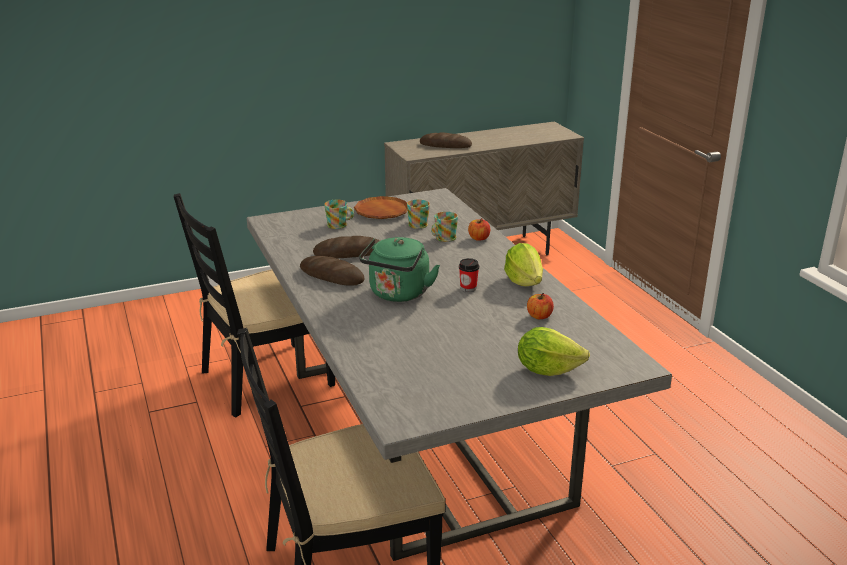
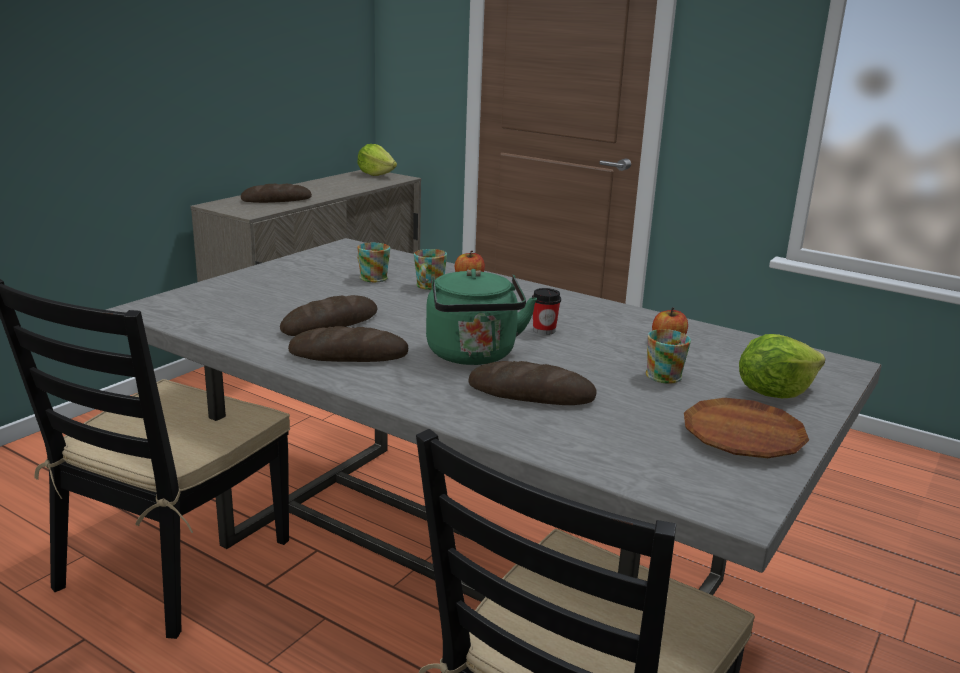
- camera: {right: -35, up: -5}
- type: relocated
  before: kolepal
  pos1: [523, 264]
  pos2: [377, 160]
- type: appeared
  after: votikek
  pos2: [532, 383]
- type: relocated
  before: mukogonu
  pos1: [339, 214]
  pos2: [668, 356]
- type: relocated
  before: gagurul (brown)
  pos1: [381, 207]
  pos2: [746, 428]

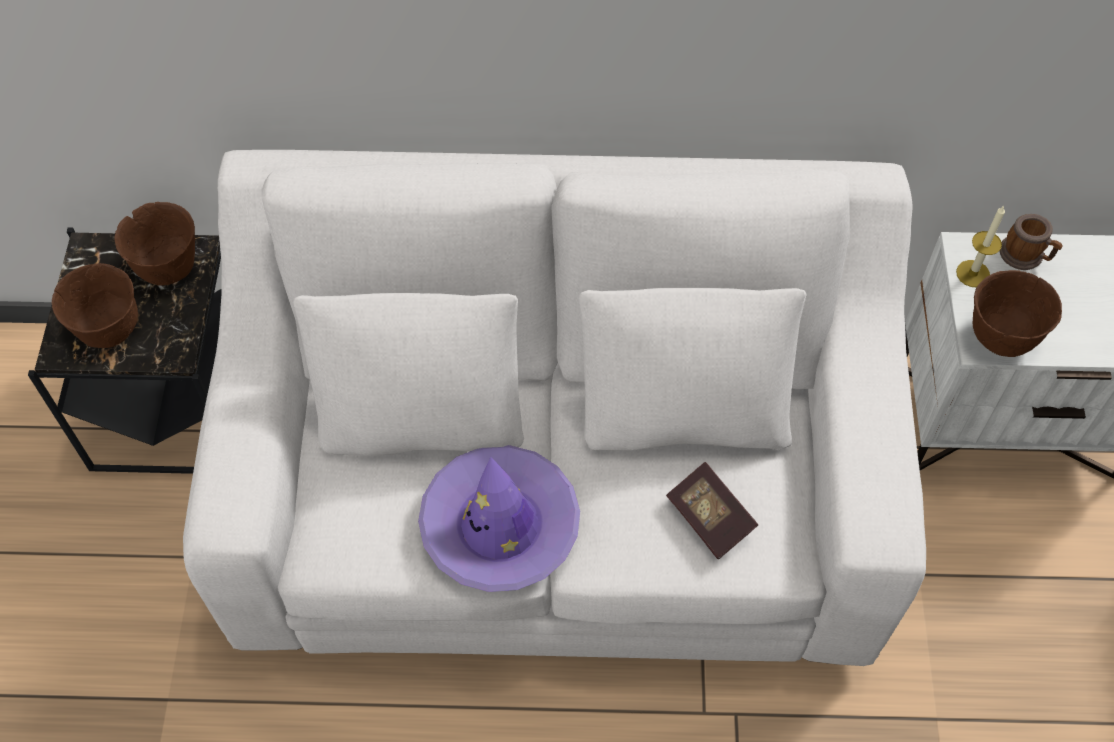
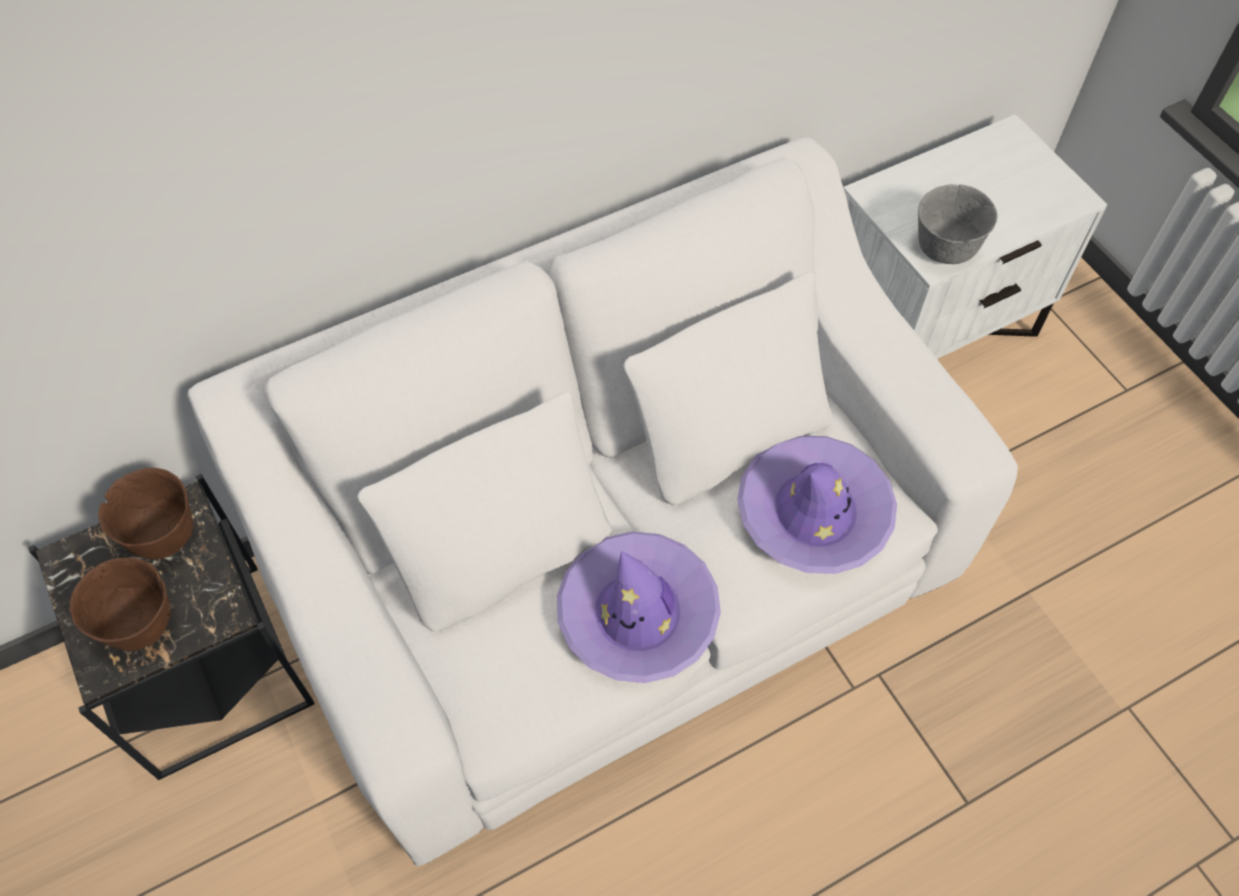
- camera: {right: -30, up: 0}
- type: exchanged
  before: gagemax
  after: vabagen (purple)
  pos1: [712, 510]
  pos2: [817, 505]
- type: colour
  before: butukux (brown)
  after: butukux (grey)
  pos1: [1017, 313]
  pos2: [957, 224]
- type: missing
  before: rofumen
  pos1: [980, 246]
- type: missing
  before: mukogonu
  pos1: [1031, 242]

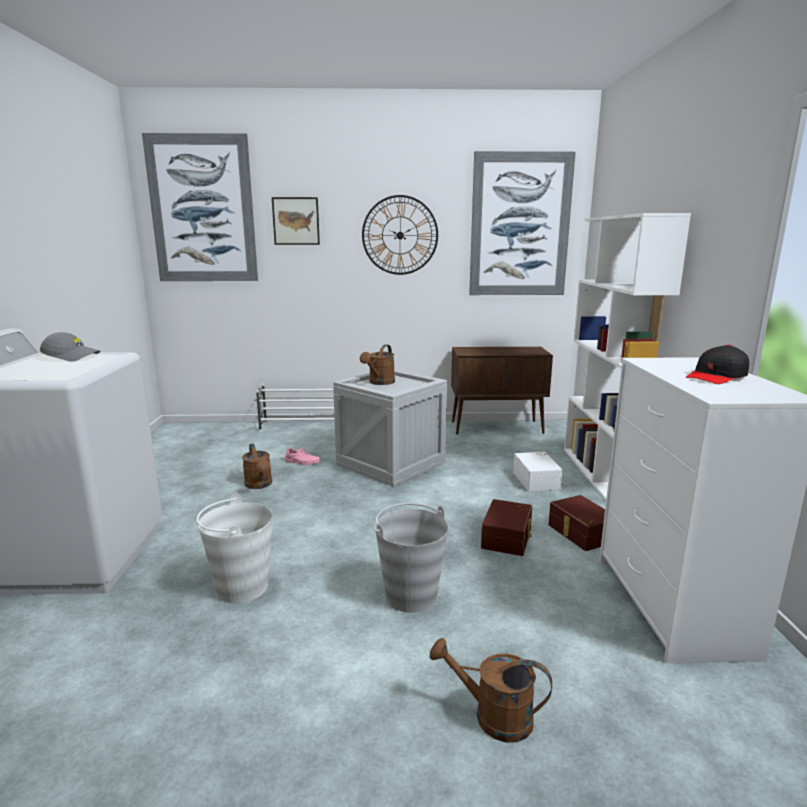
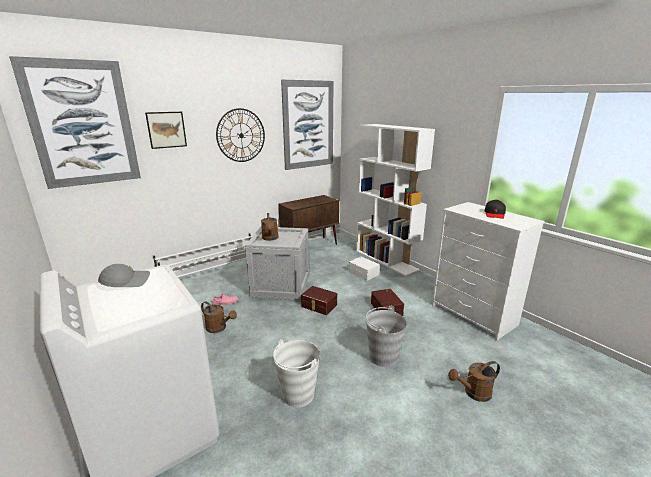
- camera: {right: -35, up: 5}
- type: relocated
  before: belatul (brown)
  pos1: [576, 523]
  pos2: [319, 300]

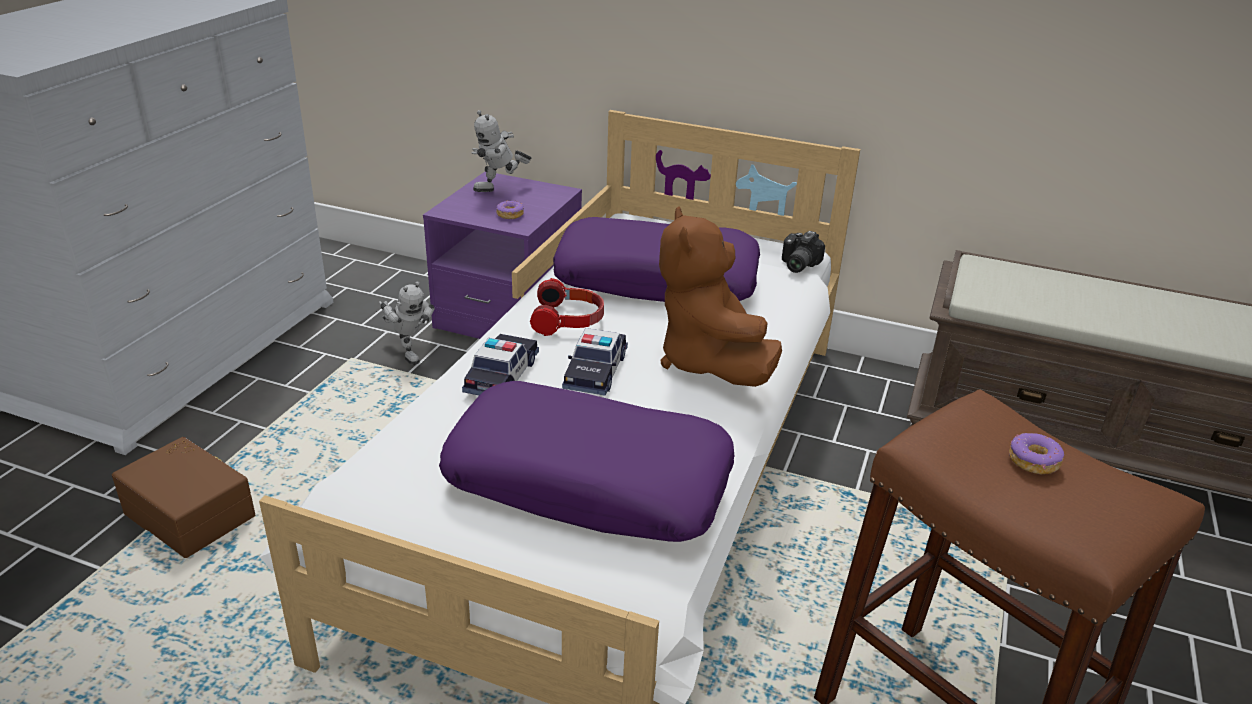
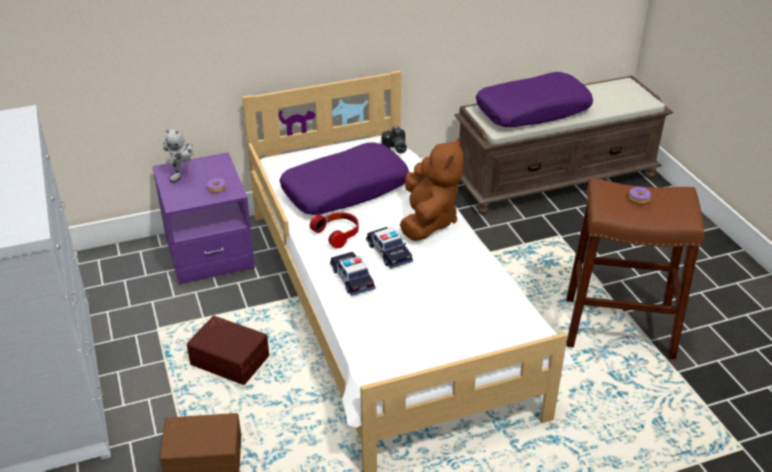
- camera: {right: -40, up: 5}
- type: appeared
  after: belatul (brown)
  pos2: [228, 350]
- type: spun
  before: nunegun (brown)
  pos1: [720, 296]
  pos2: [432, 189]
  turn: -120
- type: relocated
  before: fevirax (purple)
  pos1: [586, 461]
  pos2: [534, 99]
- type: missing
  before: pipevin
  pos1: [407, 323]

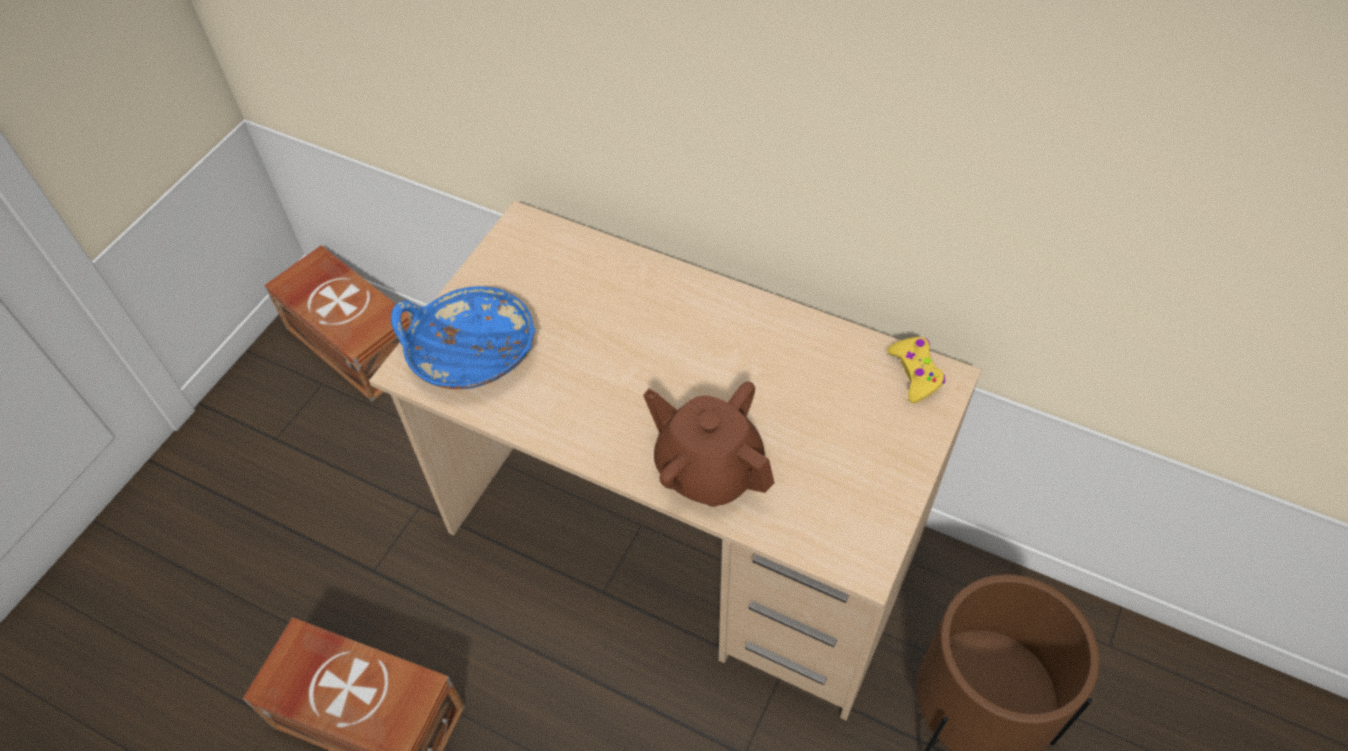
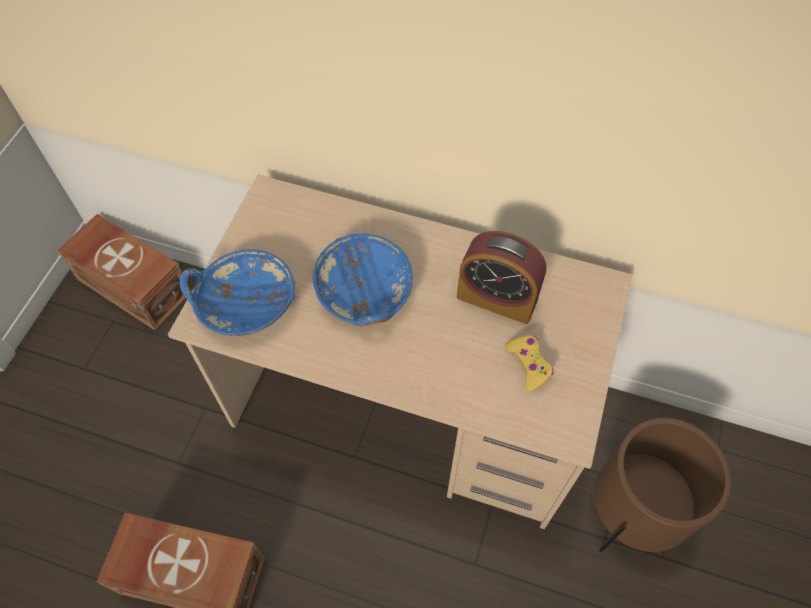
- camera: {right: -10, up: 5}
- type: appeared
  after: butukux (blue)
  pos2: [363, 280]
- type: appeared
  after: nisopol
  pos2: [502, 277]
- type: relocated
  before: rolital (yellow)
  pos1: [916, 370]
  pos2: [529, 363]
- type: missing
  before: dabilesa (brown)
  pos1: [709, 444]

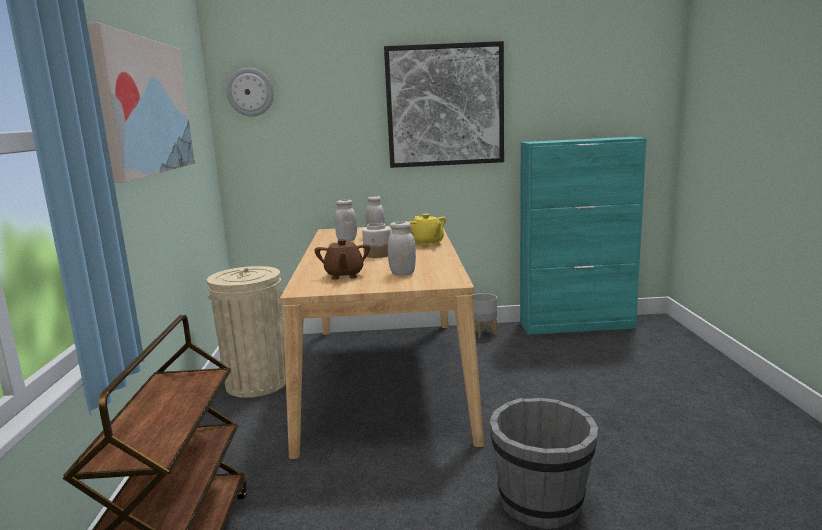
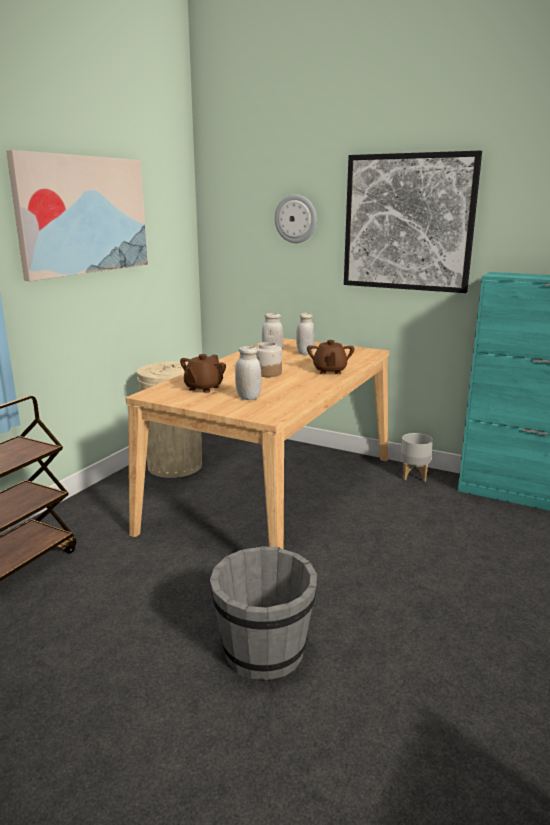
- camera: {right: 30, up: 5}
- type: relocated
  before: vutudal
  pos1: [250, 92]
  pos2: [295, 218]
- type: colour
  before: dabilesa (yellow)
  after: dabilesa (brown)
  pos1: [427, 230]
  pos2: [331, 357]

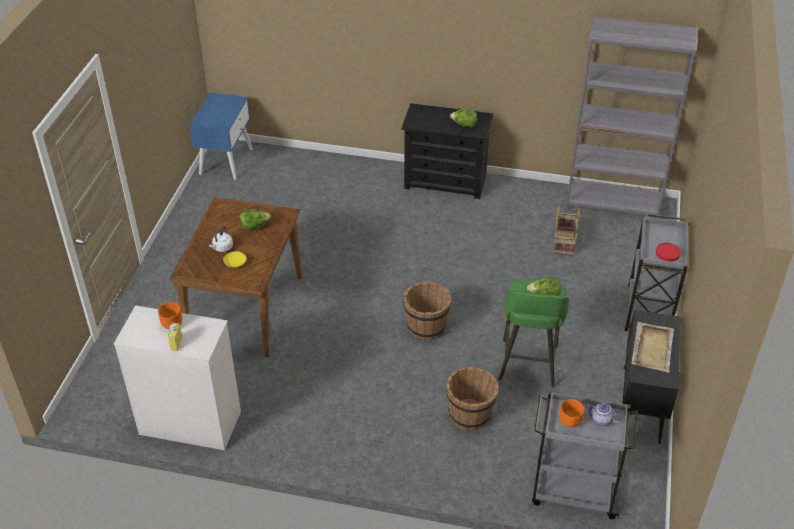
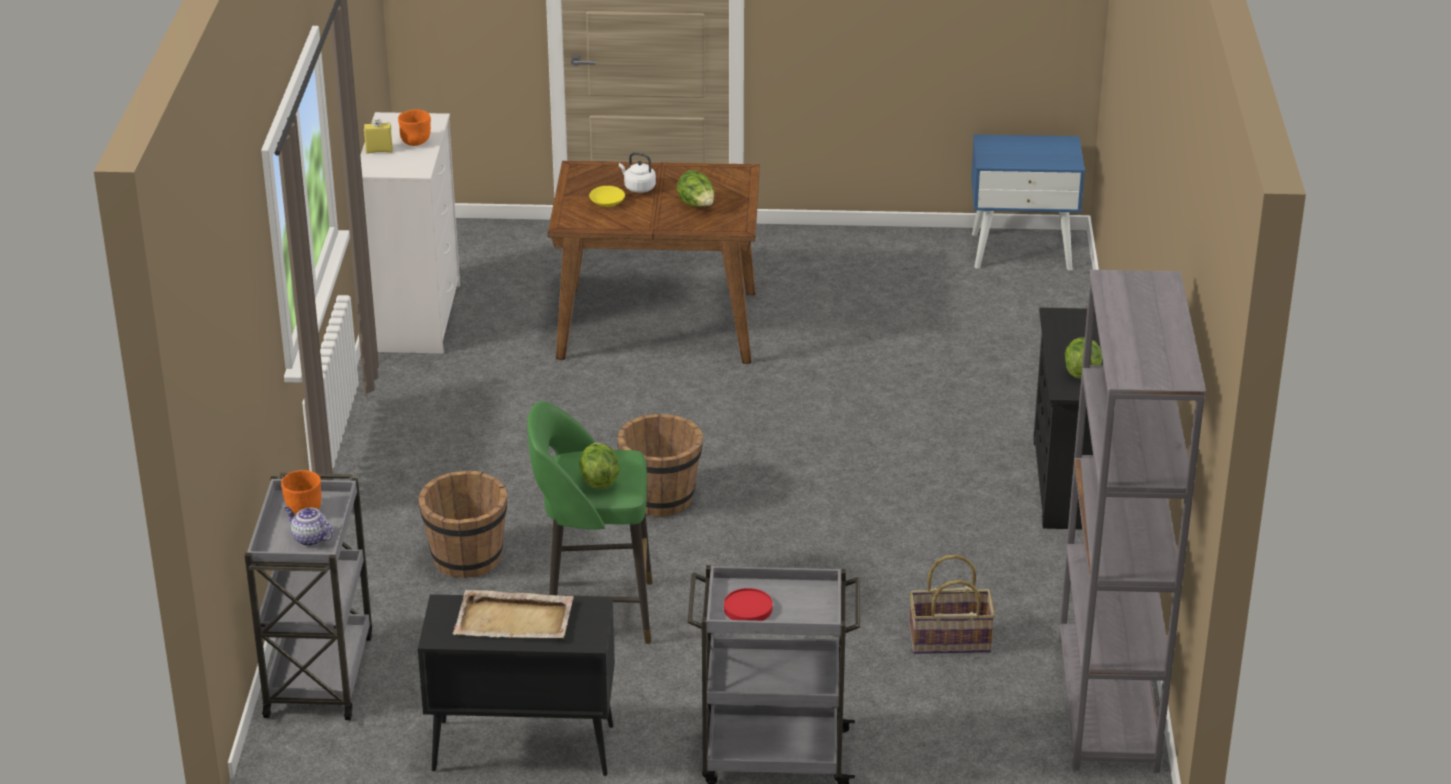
- camera: {right: 80, up: -10}
- type: spun
  before: dabilesa
  pos1: [603, 414]
  pos2: [309, 526]
  turn: -75

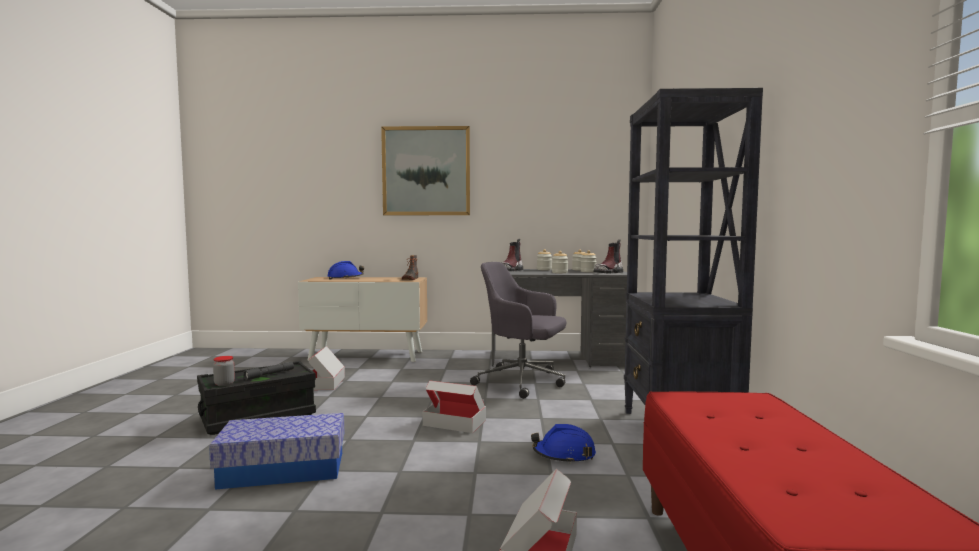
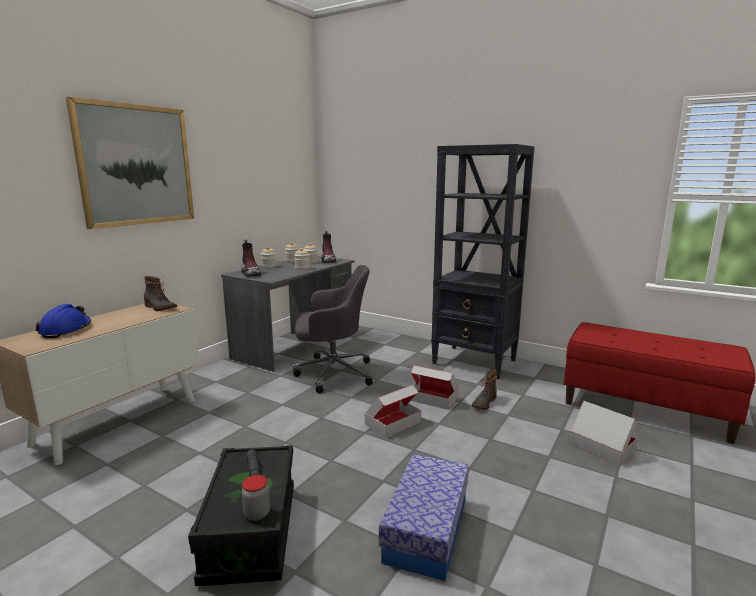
- camera: {right: -60, up: 10}
- type: spun
  before: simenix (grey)
  pos1: [518, 330]
  pos2: [333, 329]
  turn: -150
- type: relocated
  before: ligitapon
  pos1: [326, 368]
  pos2: [435, 387]
- type: exchanged
  before: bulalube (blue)
  after: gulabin
  pos1: [563, 444]
  pos2: [484, 390]

